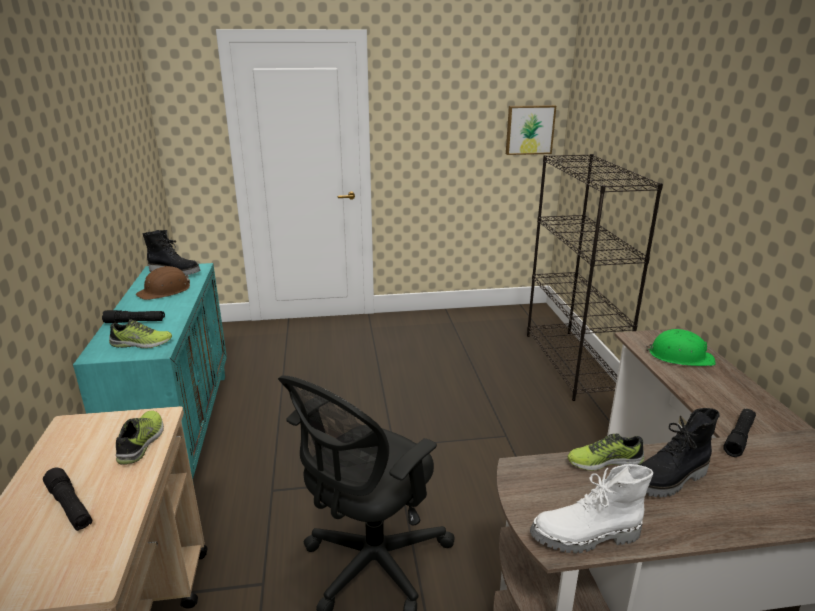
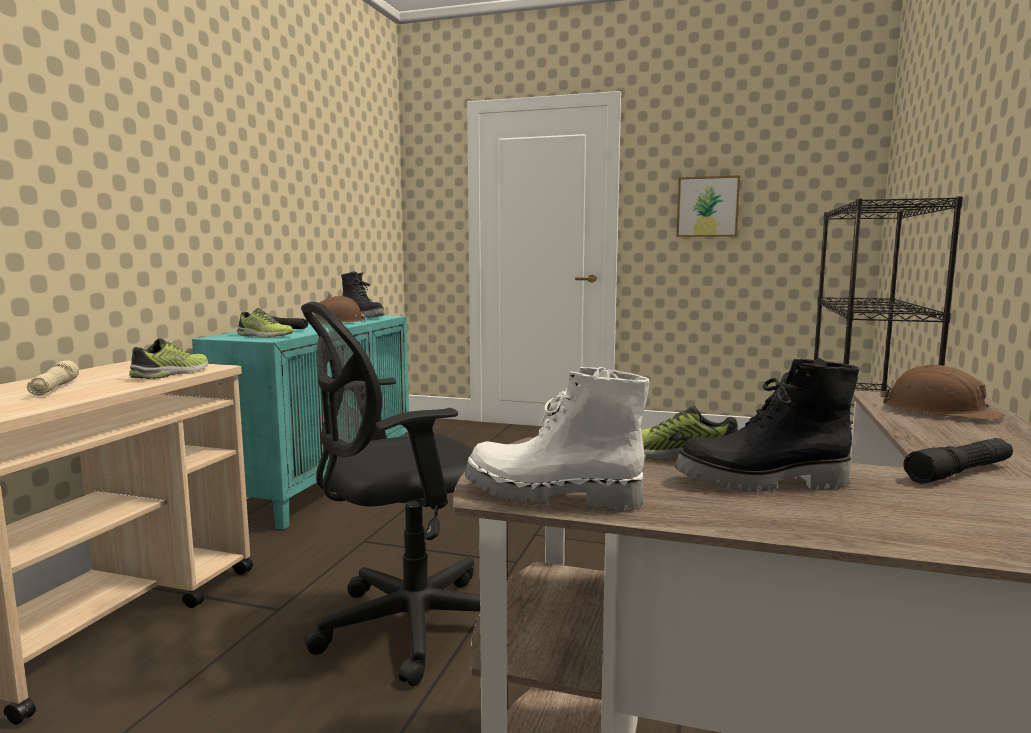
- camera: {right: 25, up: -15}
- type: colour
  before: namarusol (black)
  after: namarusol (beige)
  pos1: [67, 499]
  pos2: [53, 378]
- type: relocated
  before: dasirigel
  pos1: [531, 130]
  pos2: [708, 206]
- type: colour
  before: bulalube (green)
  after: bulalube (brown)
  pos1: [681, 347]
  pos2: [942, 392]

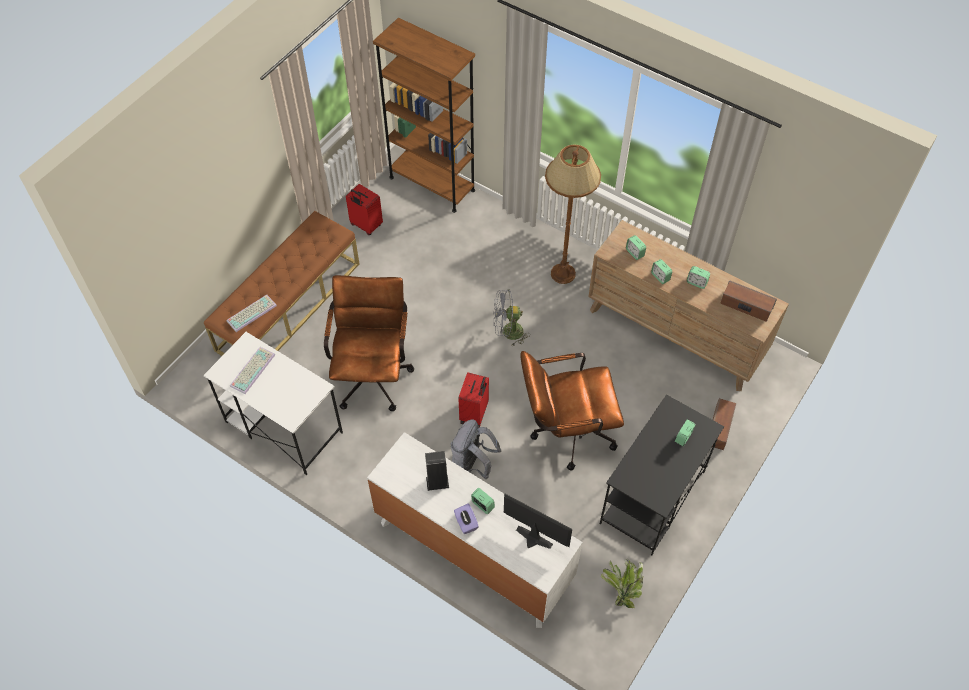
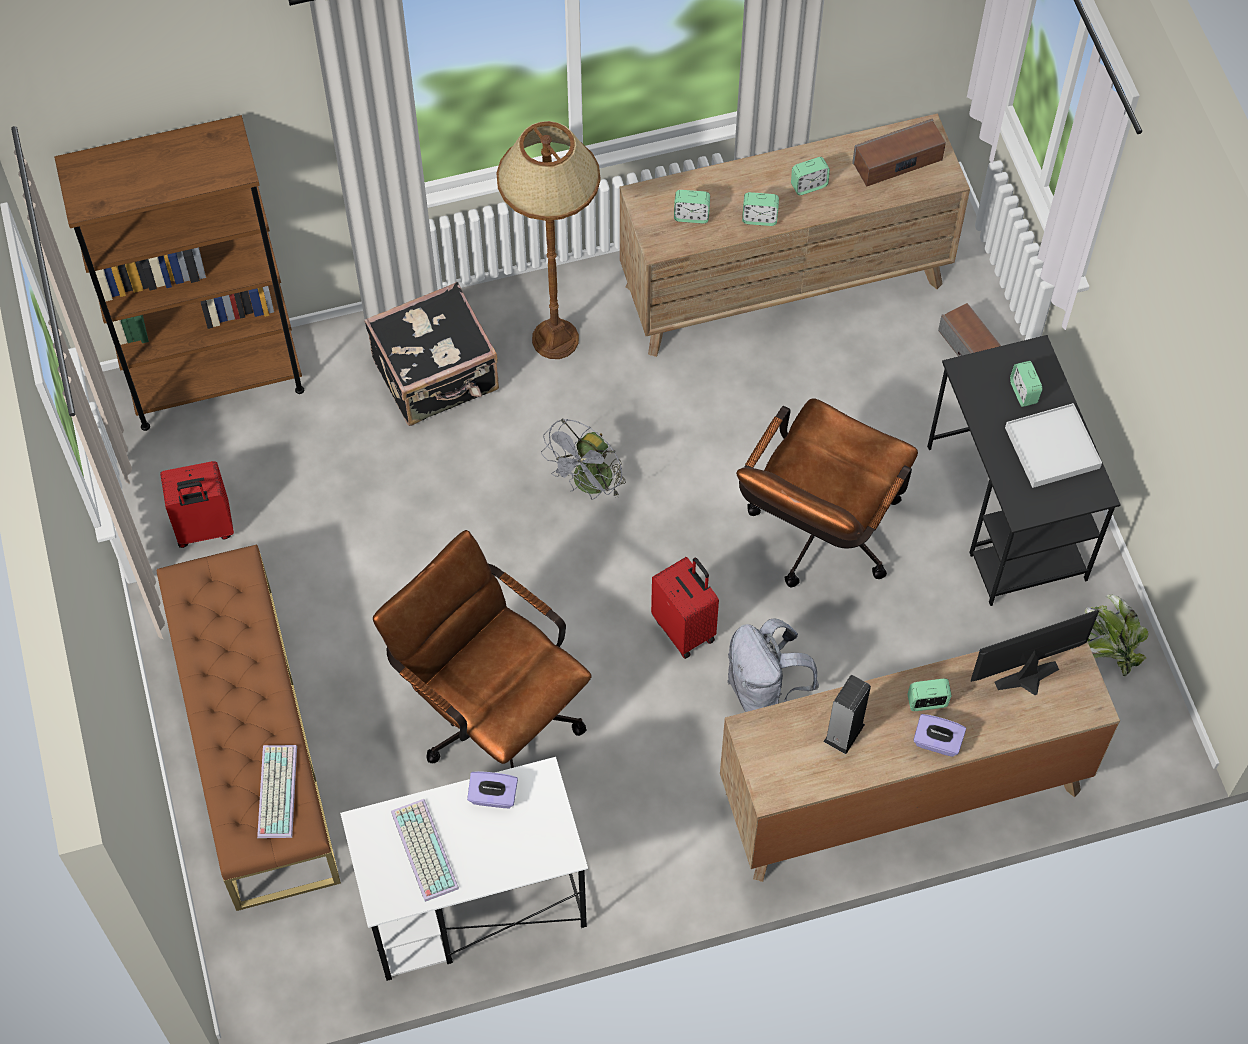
- camera: {right: -50, up: 5}
- type: appeared
  after: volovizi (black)
  pos2: [431, 354]
- type: appeared
  after: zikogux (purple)
  pos2: [492, 789]
- type: colour
  before: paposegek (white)
  after: paposegek (brown)
  pos1: [475, 530]
  pos2: [920, 761]
- type: appeared
  after: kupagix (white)
  pos2: [1053, 445]

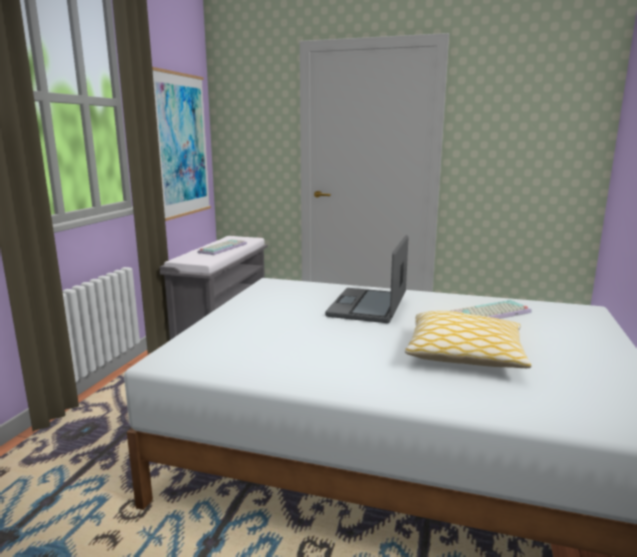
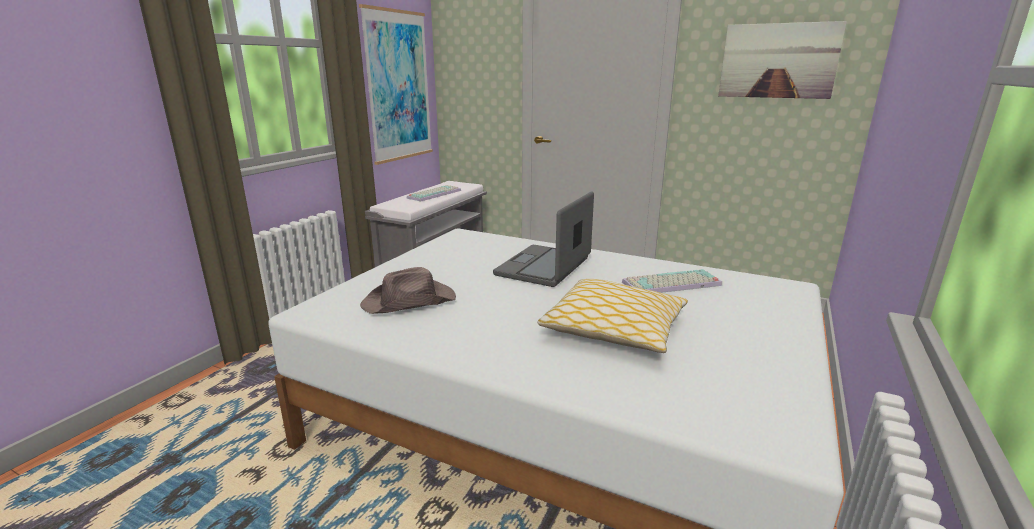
- camera: {right: 10, up: 5}
- type: appeared
  after: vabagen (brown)
  pos2: [408, 290]
- type: appeared
  after: dasirigel
  pos2: [782, 60]

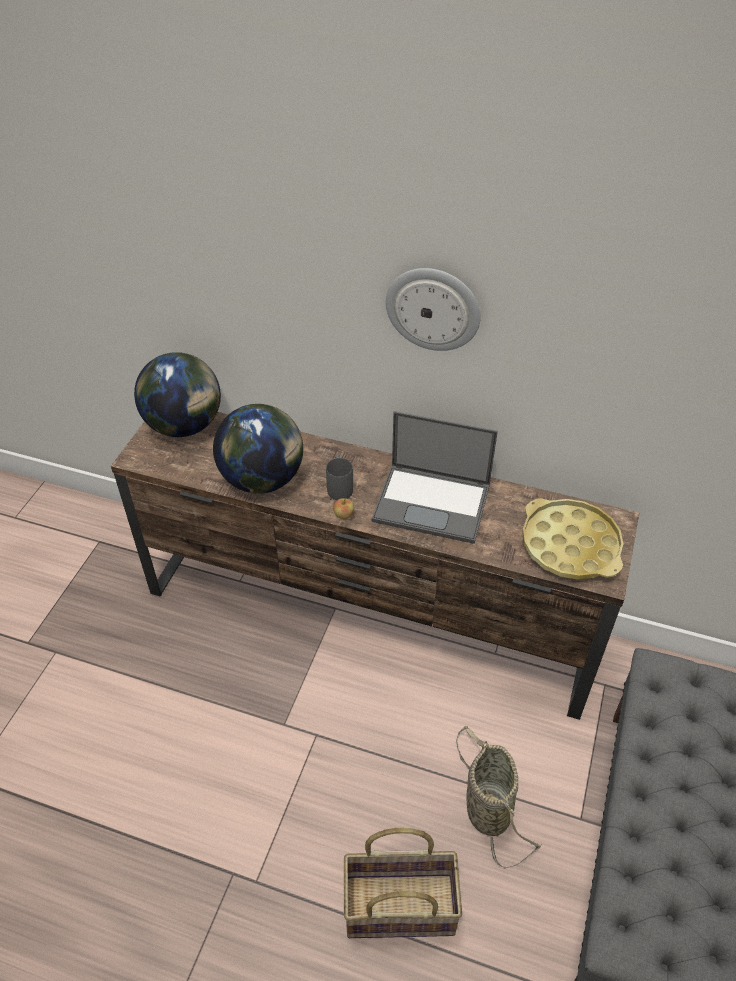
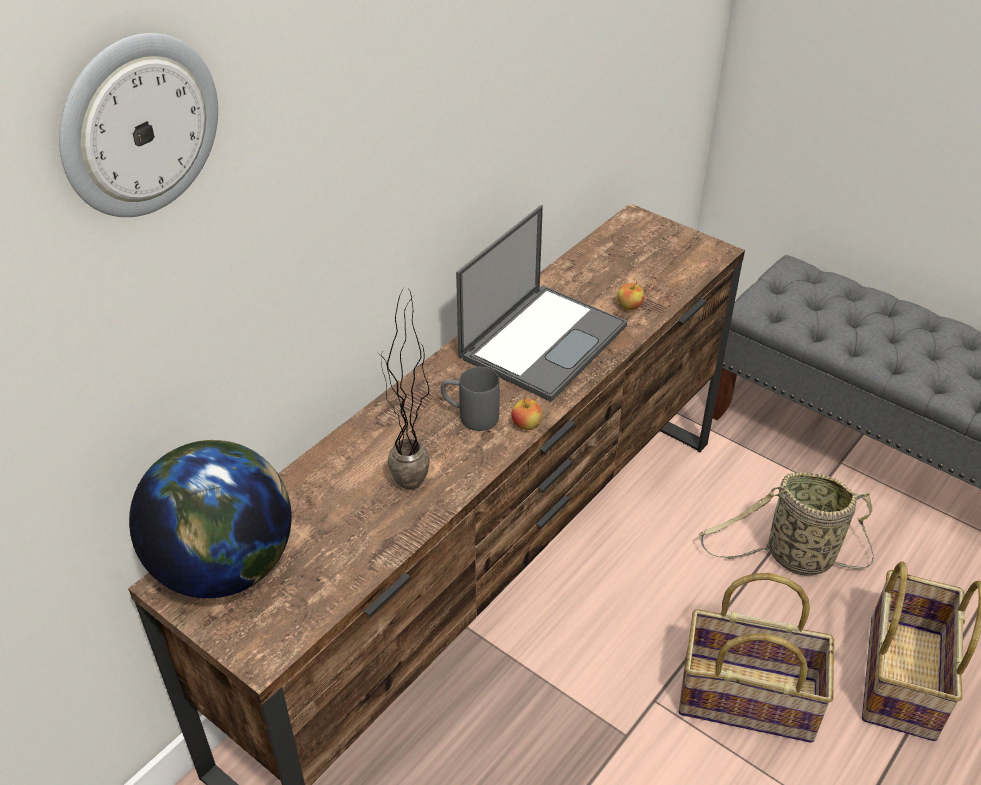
- camera: {right: -70, up: -5}
- type: relocated
  before: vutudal
  pos1: [433, 309]
  pos2: [138, 125]
- type: exchanged
  before: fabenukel
  after: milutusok
  pos1: [258, 449]
  pos2: [403, 389]
- type: appeared
  after: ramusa
  pos2: [631, 296]
- type: appeared
  after: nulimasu
  pos2: [756, 658]
- type: missing
  before: kupagix (yellow)
  pos1: [573, 538]

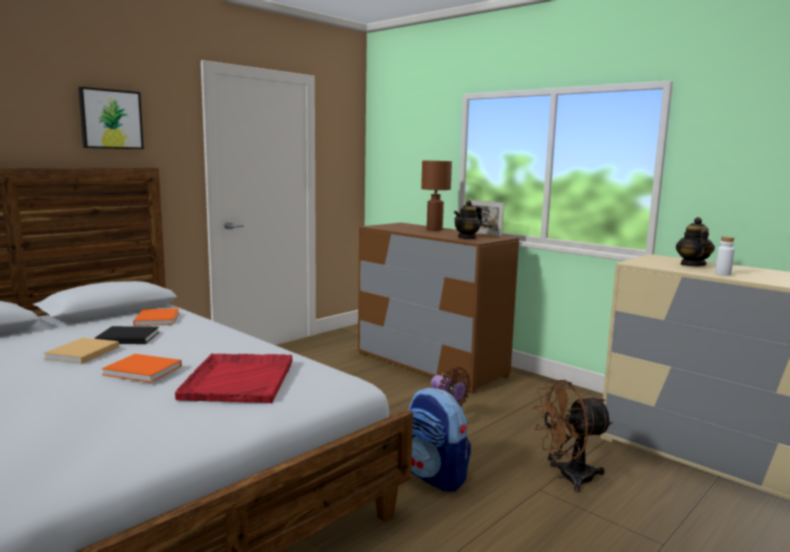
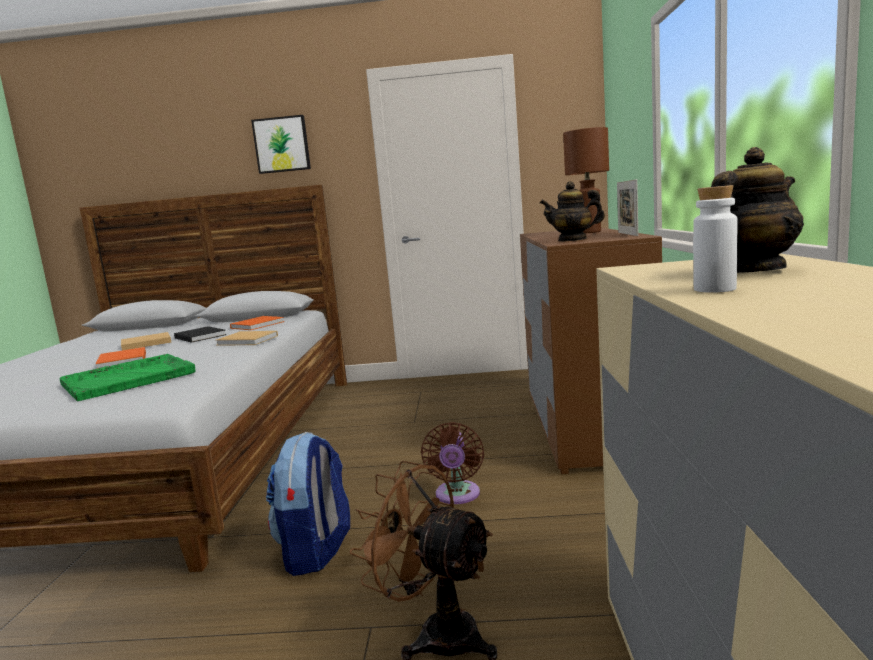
- camera: {right: 50, up: 0}
- type: colour
  before: kupagix (red)
  after: kupagix (green)
  pos1: [233, 378]
  pos2: [127, 377]
- type: appeared
  after: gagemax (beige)
  pos2: [247, 338]

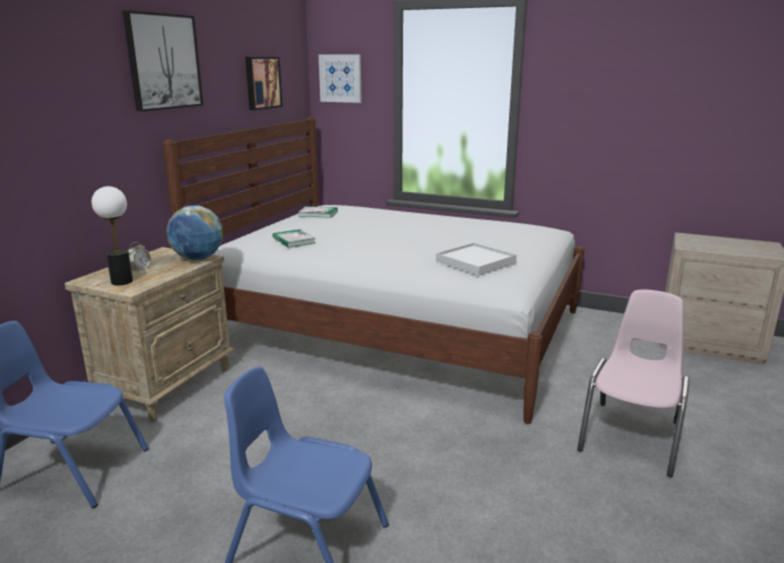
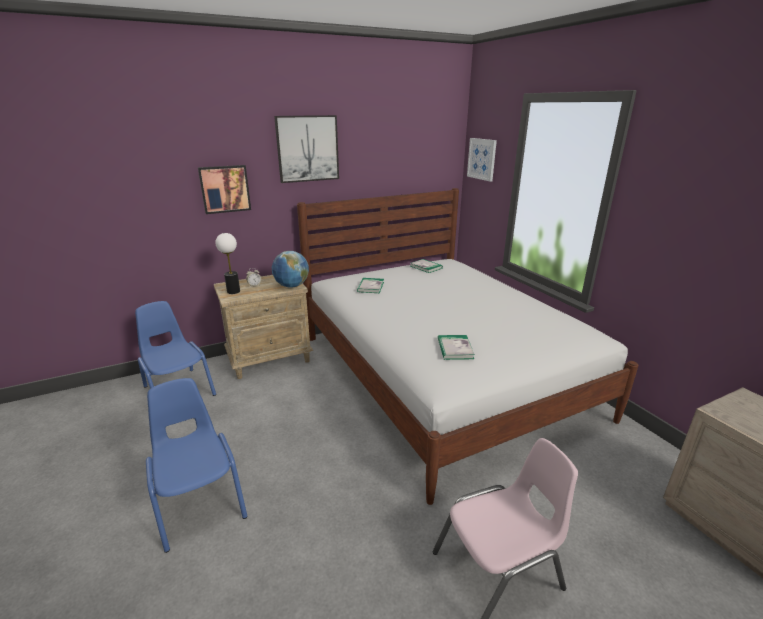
- camera: {right: 40, up: 5}
- type: relocated
  before: dasirigel
  pos1: [264, 83]
  pos2: [224, 189]
- type: exchanged
  before: kupagix (white)
  after: gagemax
  pos1: [476, 259]
  pos2: [456, 347]

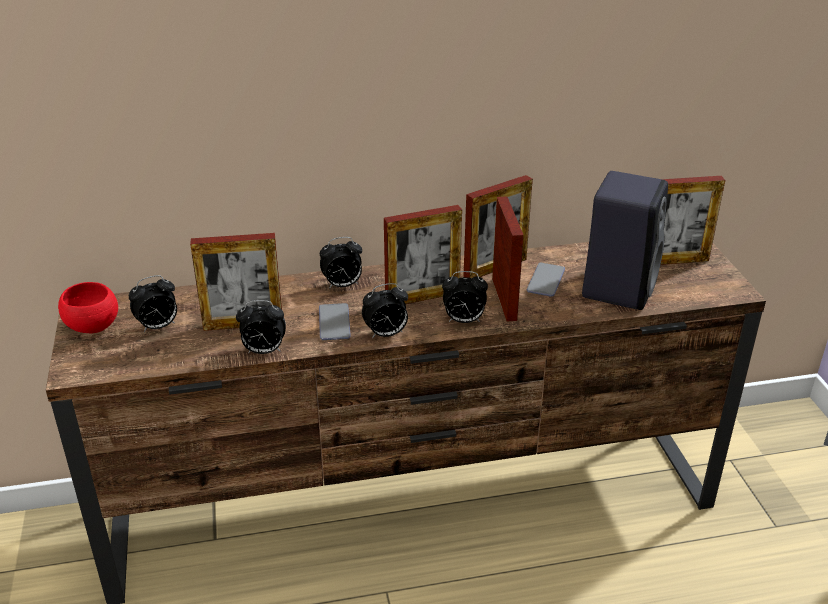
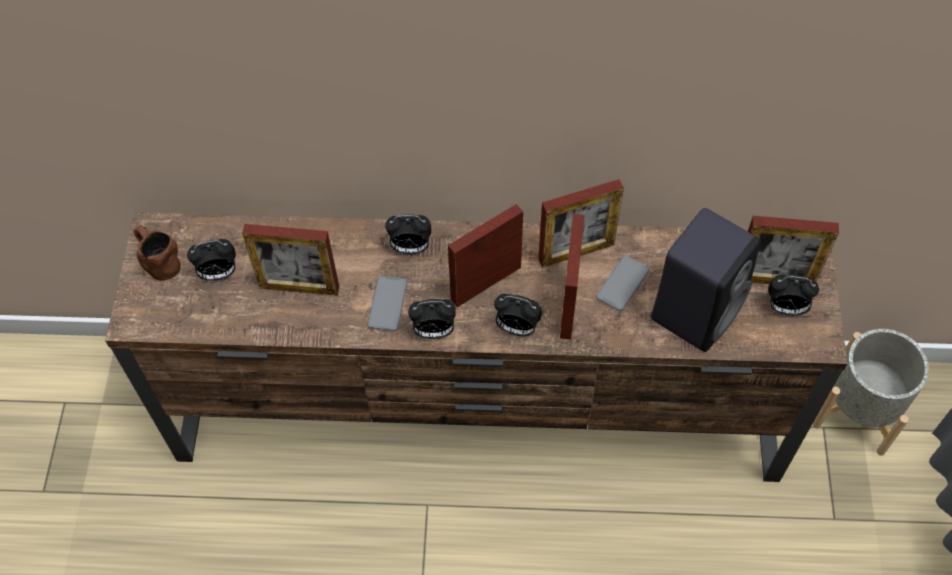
- camera: {right: 15, up: 25}
- type: exchanged
  before: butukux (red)
  after: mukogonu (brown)
  pos1: [88, 307]
  pos2: [157, 252]
- type: spun
  before: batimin
  pos1: [423, 254]
  pos2: [485, 255]
  turn: 150
- type: relocated
  before: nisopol
  pos1: [261, 327]
  pos2: [793, 295]
- type: appeared
  after: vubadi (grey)
  pos2: [871, 392]

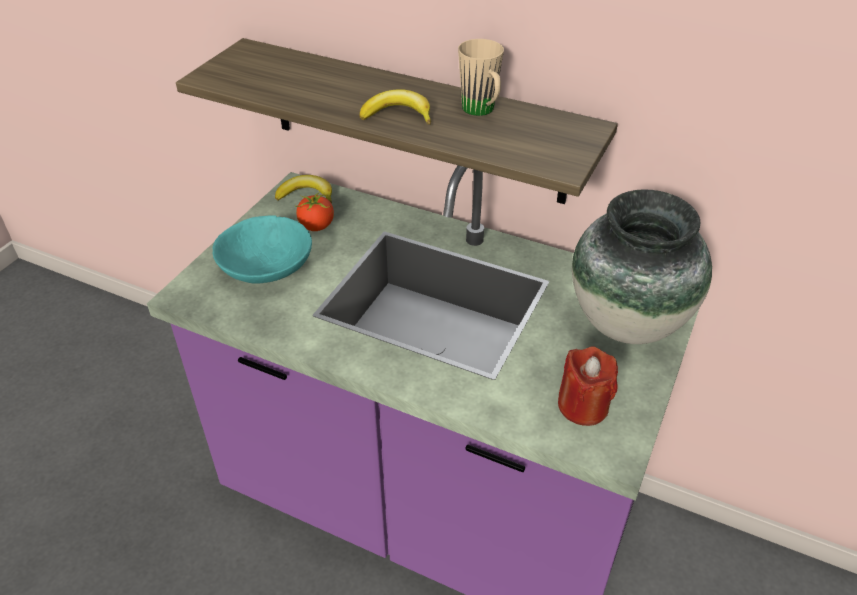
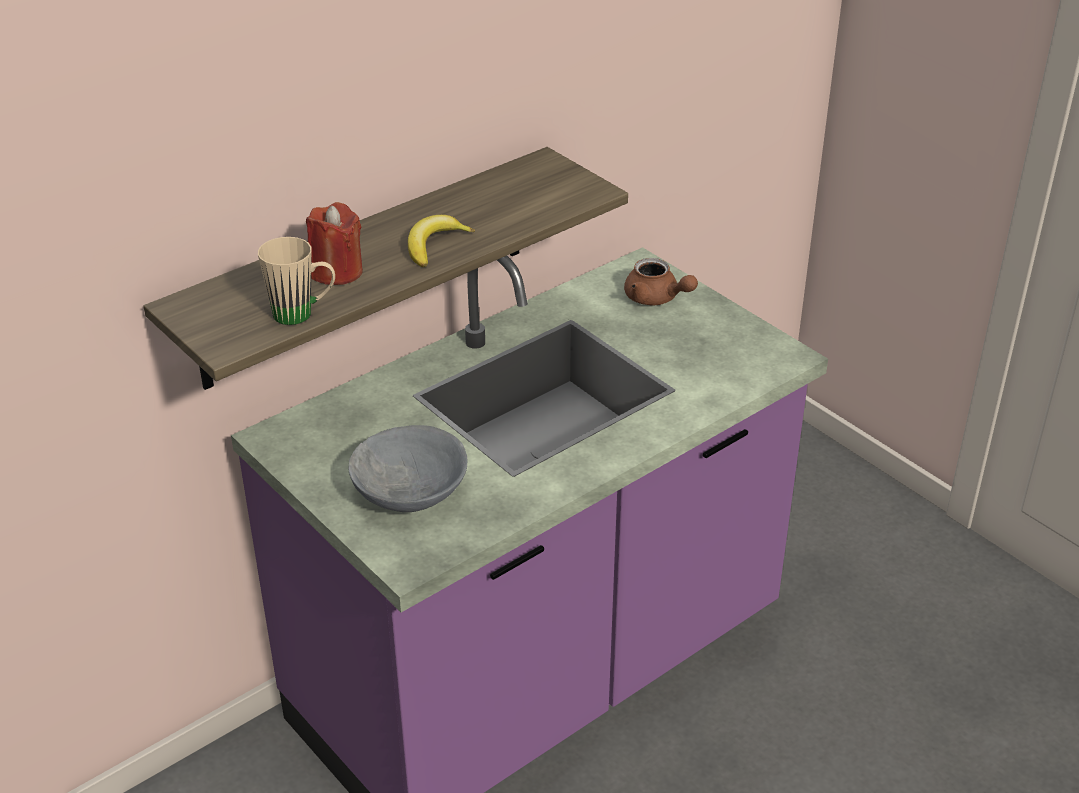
- camera: {right: -65, up: -5}
- type: relocated
  before: mukogonu (beige)
  pos1: [481, 77]
  pos2: [296, 281]
- type: relocated
  before: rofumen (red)
  pos1: [588, 386]
  pos2: [334, 243]
- type: colour
  before: butukux (turquoise)
  after: butukux (grey)
  pos1: [262, 249]
  pos2: [407, 468]
- type: exchanged
  before: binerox
  after: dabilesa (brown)
  pos1: [642, 266]
  pos2: [661, 282]
- type: missing
  before: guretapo
  pos1: [303, 189]
- type: missing
  before: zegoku
  pos1: [314, 211]

